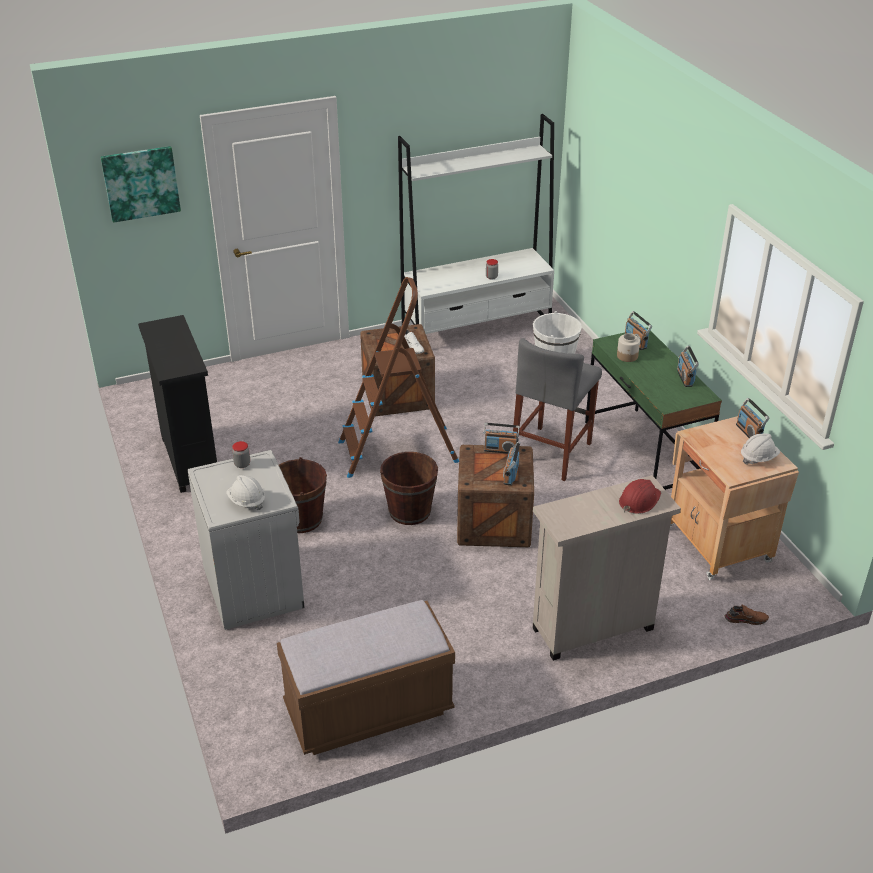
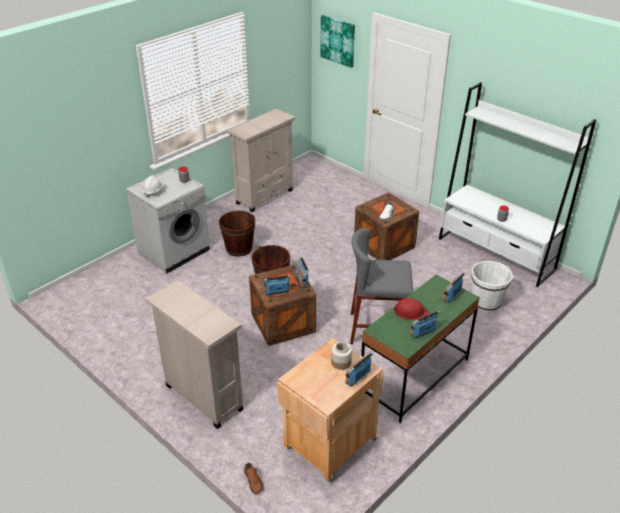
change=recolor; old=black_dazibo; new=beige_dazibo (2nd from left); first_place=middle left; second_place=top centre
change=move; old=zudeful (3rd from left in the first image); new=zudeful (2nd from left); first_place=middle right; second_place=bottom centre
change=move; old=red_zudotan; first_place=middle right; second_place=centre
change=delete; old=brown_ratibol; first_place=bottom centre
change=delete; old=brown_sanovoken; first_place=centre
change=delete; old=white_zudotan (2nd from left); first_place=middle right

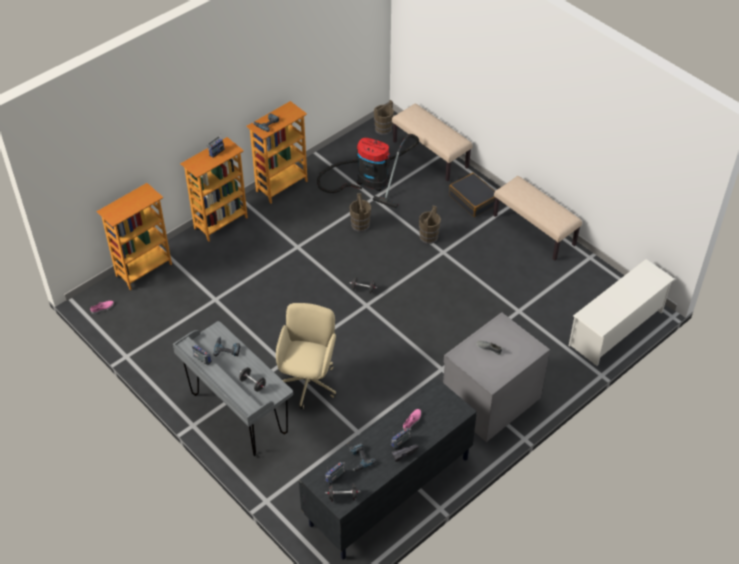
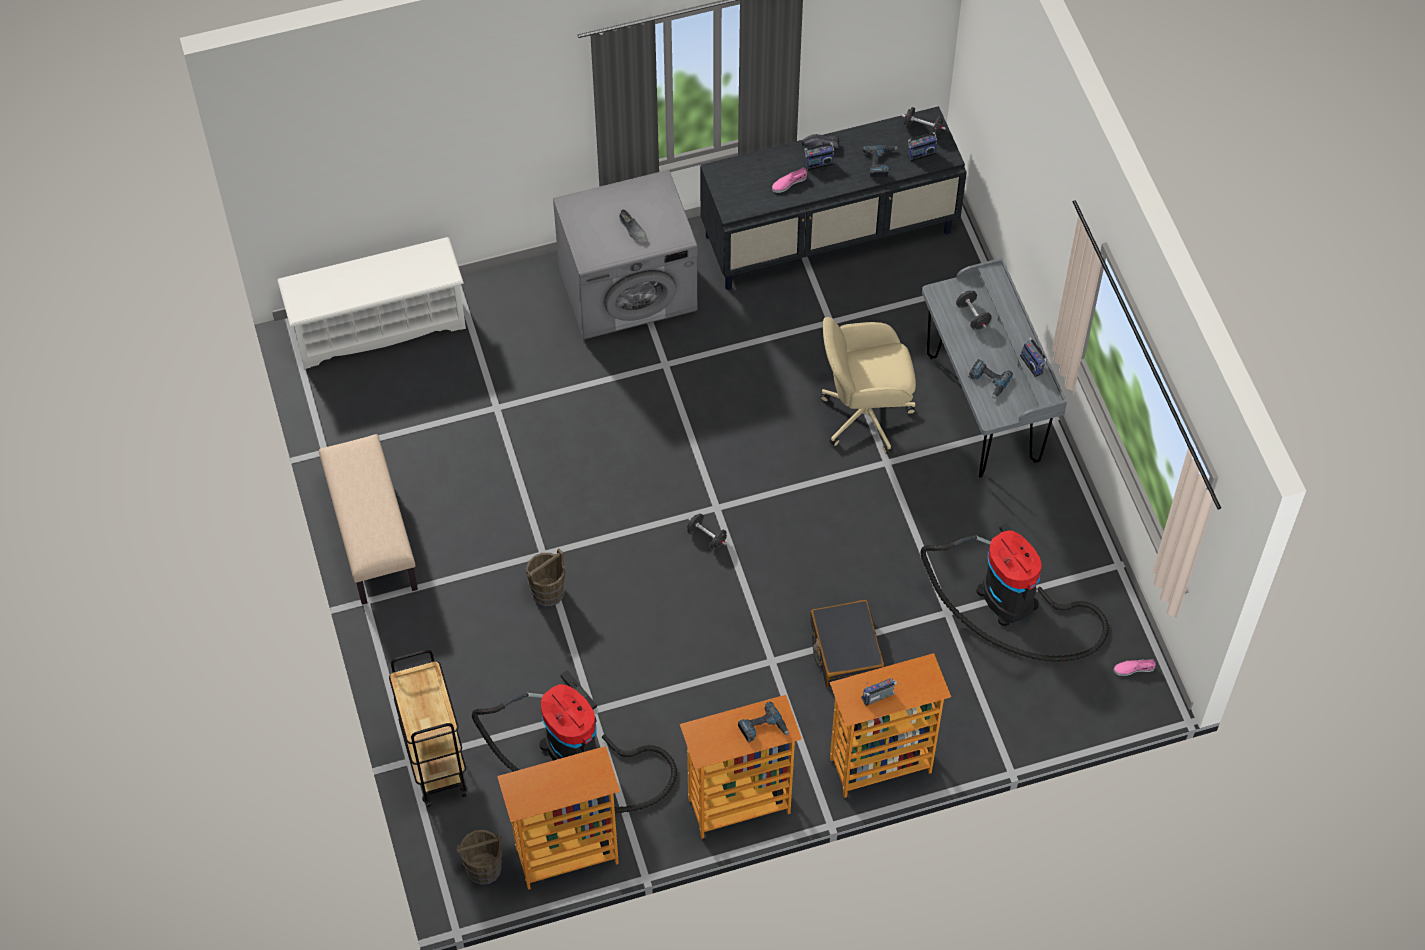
change=replace; old=beige_ratibol (1st from left); new=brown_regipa; first_place=top centre; second_place=bottom left
change=move; old=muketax (1st from left); first_place=middle left; second_place=bottom centre
change=move; old=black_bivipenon; first_place=centre; second_place=bottom centre
change=rotate; old=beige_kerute; first_place=centre; second_place=centre; degrees=45
change=insert; new=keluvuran (2nd from left); second_place=middle right
change=delete; old=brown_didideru (1st from left); first_place=centre

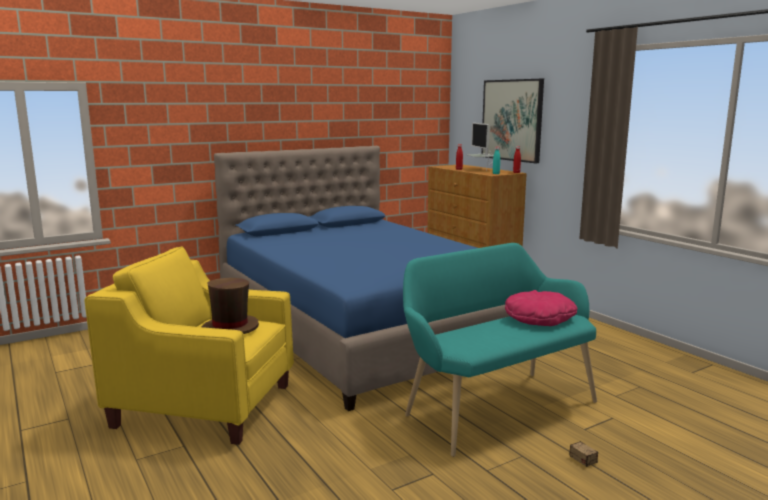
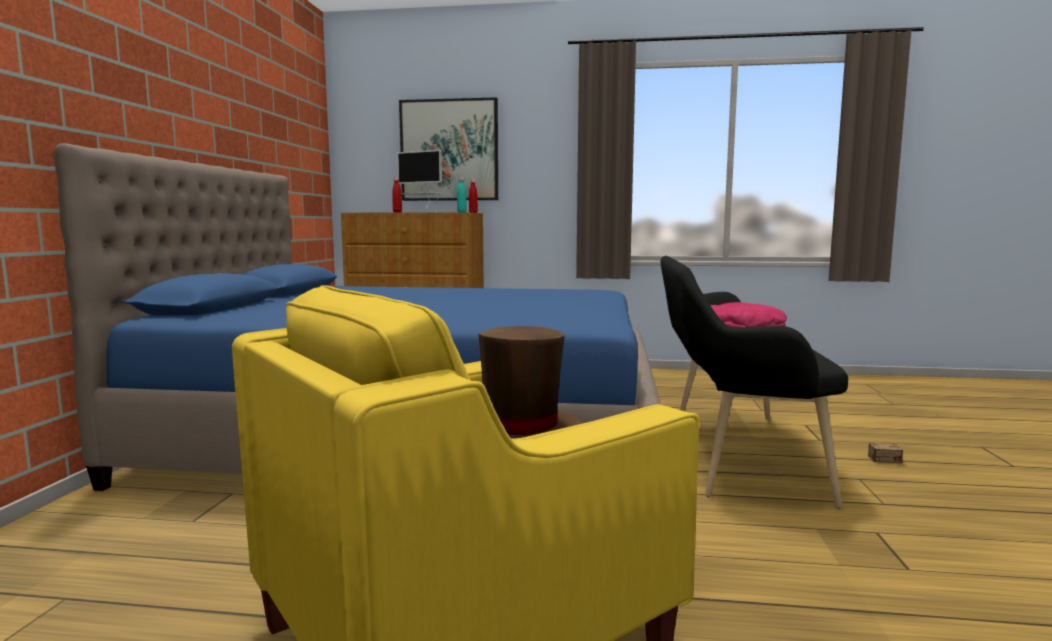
change=recolor; old=turquoise_ratibol; new=black_ratibol; first_place=bottom centre; second_place=middle right

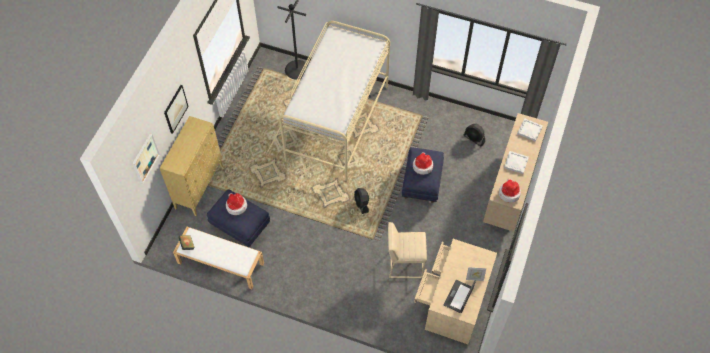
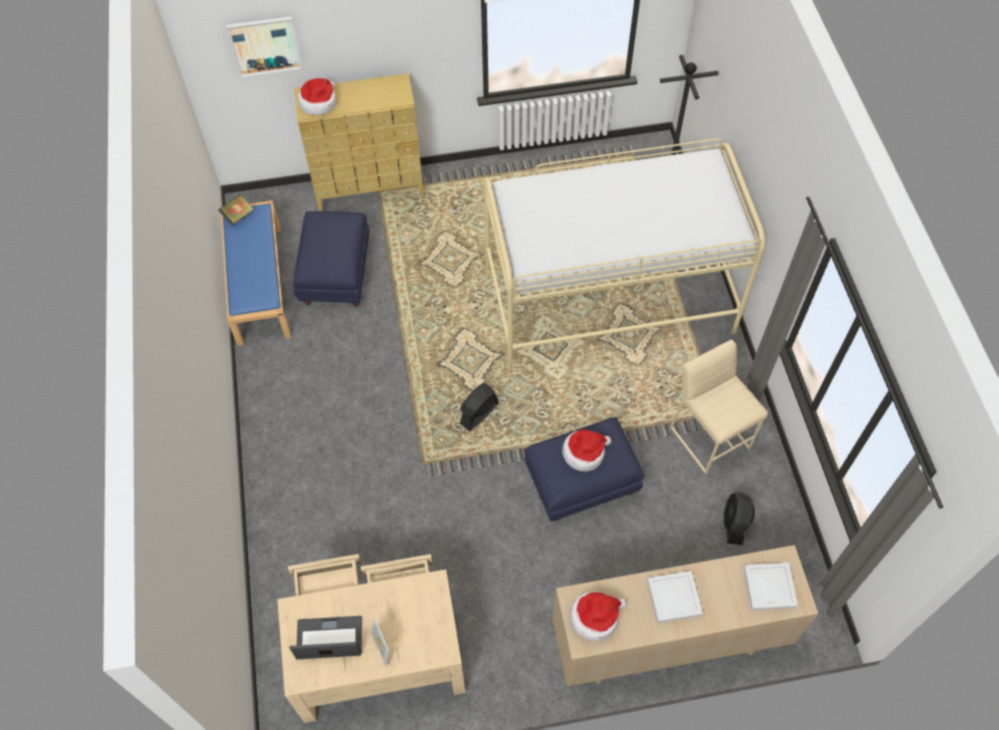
change=recolor; old=white_ratibol; new=blue_ratibol; first_place=bottom left; second_place=middle left
change=move; old=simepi (1st from left); first_place=middle left; second_place=top left
change=move; old=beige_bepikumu; first_place=bottom centre; second_place=middle right
change=delete; old=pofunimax (2nd from left); first_place=top left

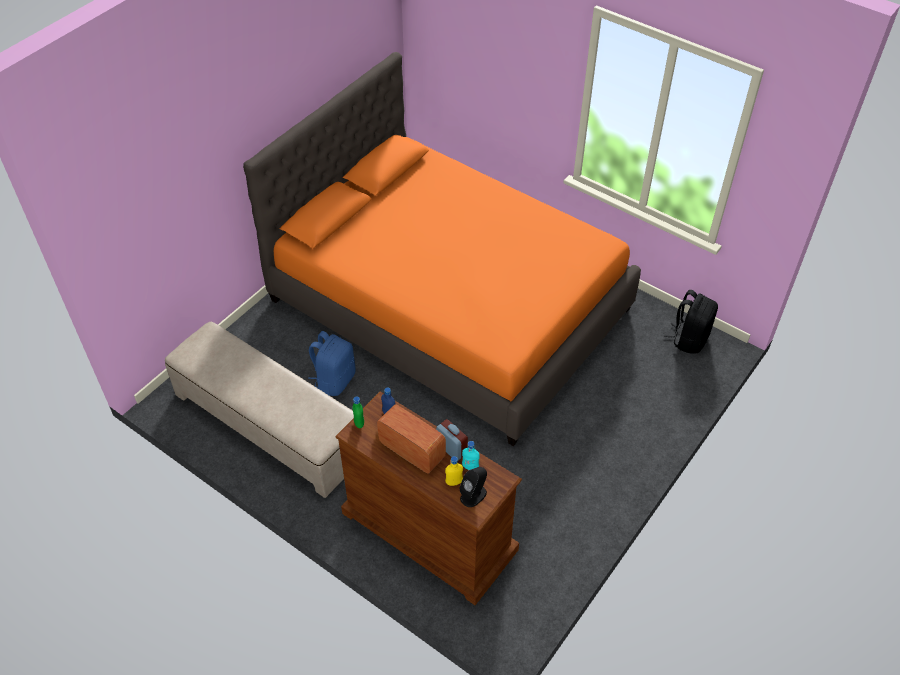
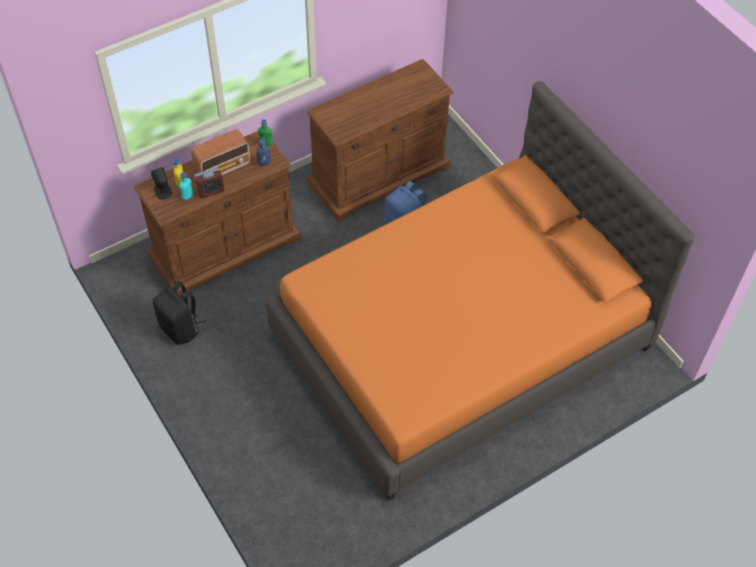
change=move; old=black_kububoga; first_place=middle right; second_place=middle left
change=replace; old=beige_ratibol; new=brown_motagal (2nd from left); first_place=middle left; second_place=top centre

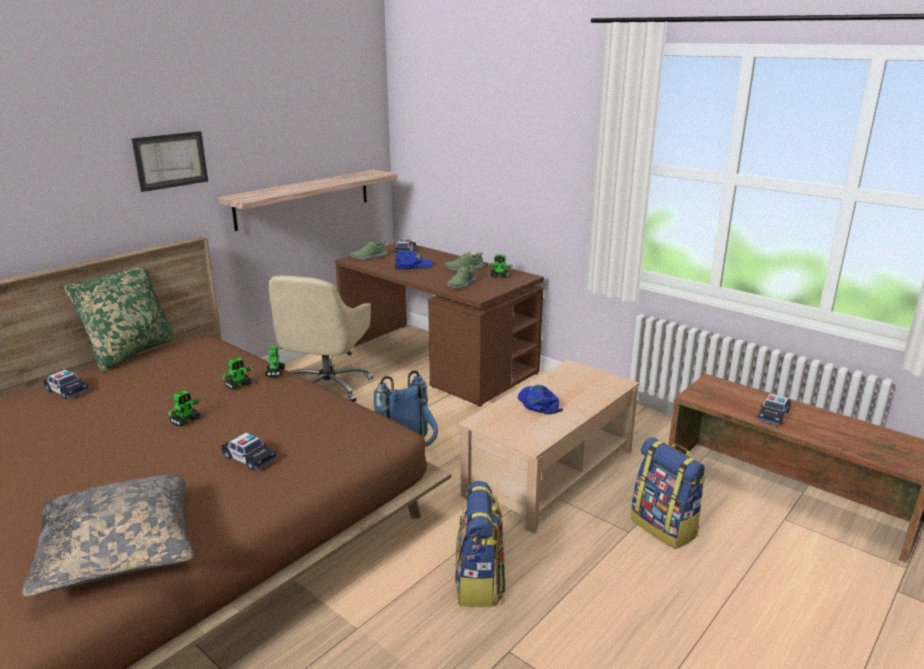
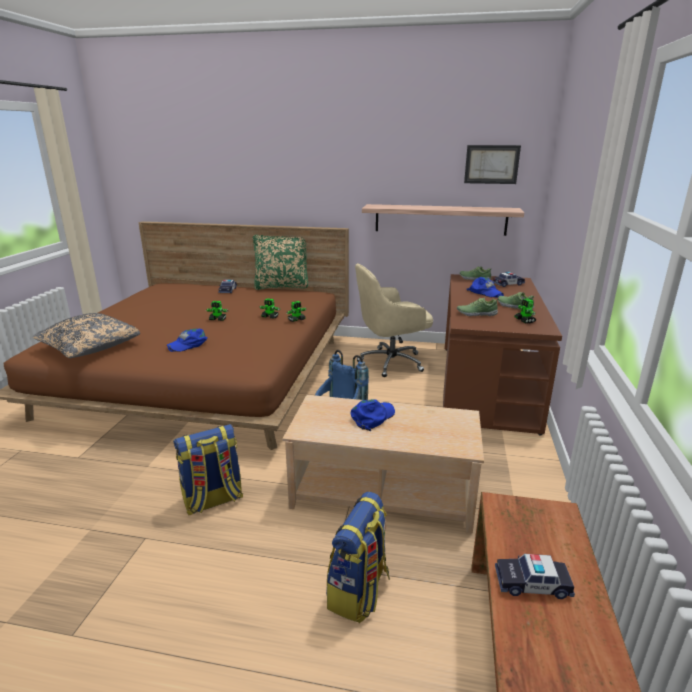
change=replace; old=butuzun (2nd from left); new=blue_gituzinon (1st from left); first_place=bottom left; second_place=middle left
change=move; old=pofunimax; first_place=top left; second_place=top right

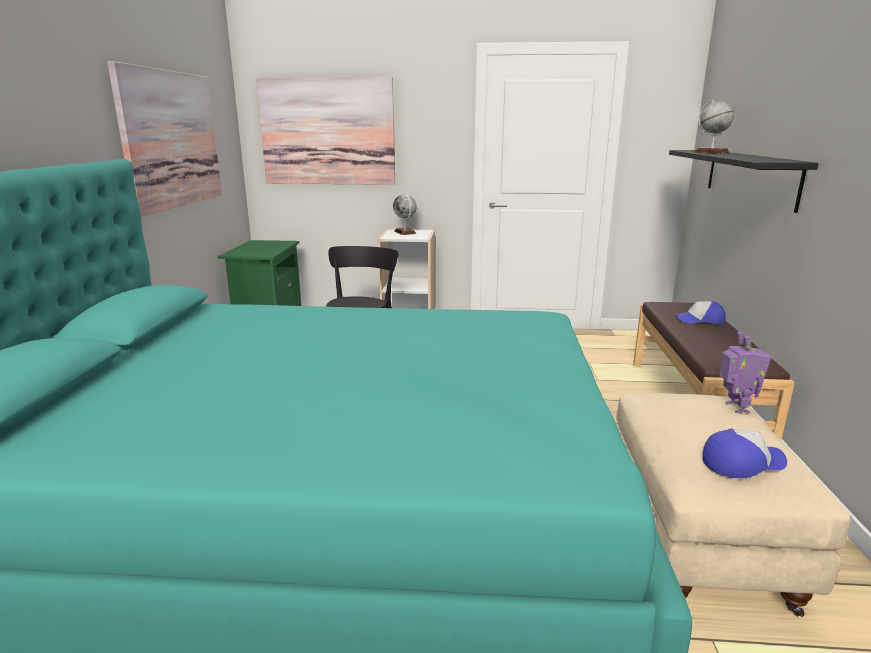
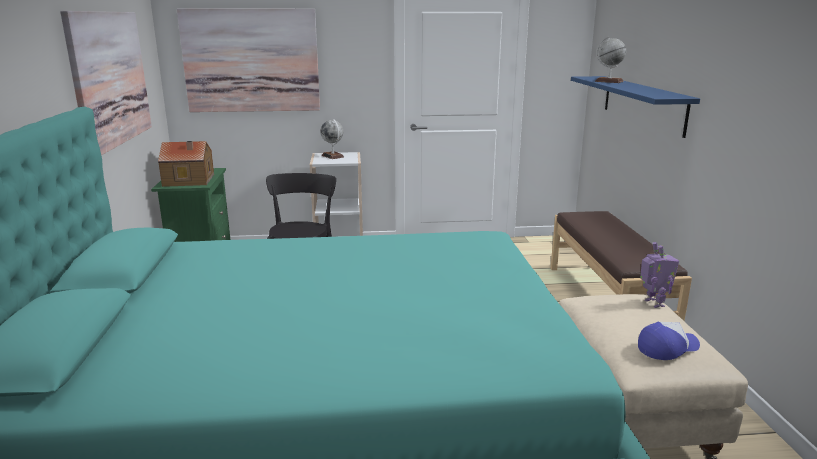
change=insert; new=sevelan; second_place=middle left
change=recolor; old=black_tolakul; new=blue_tolakul; first_place=top right; second_place=top right
change=delete; old=gituzinon (1st from left); first_place=middle right

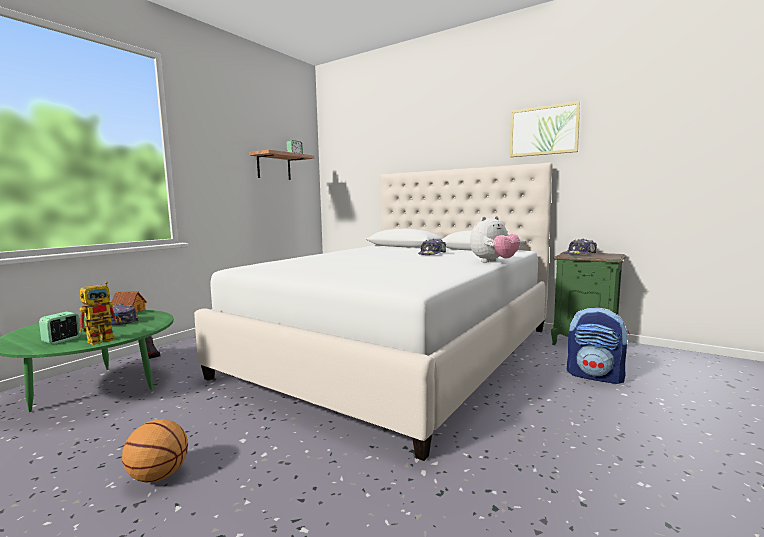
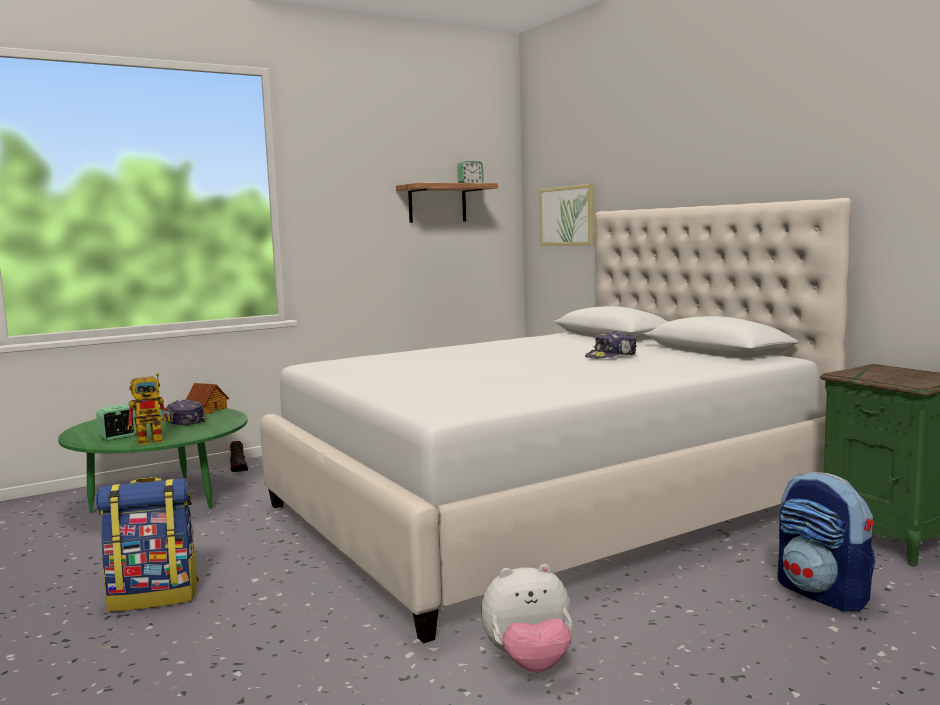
change=replace; old=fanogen; new=kububoga (1st from left); first_place=bottom left; second_place=bottom left
change=move; old=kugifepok; first_place=centre; second_place=bottom centre
change=move; old=pofunimax; first_place=top right; second_place=top centre
change=delete; old=gituzinon (3rd from left); first_place=middle right

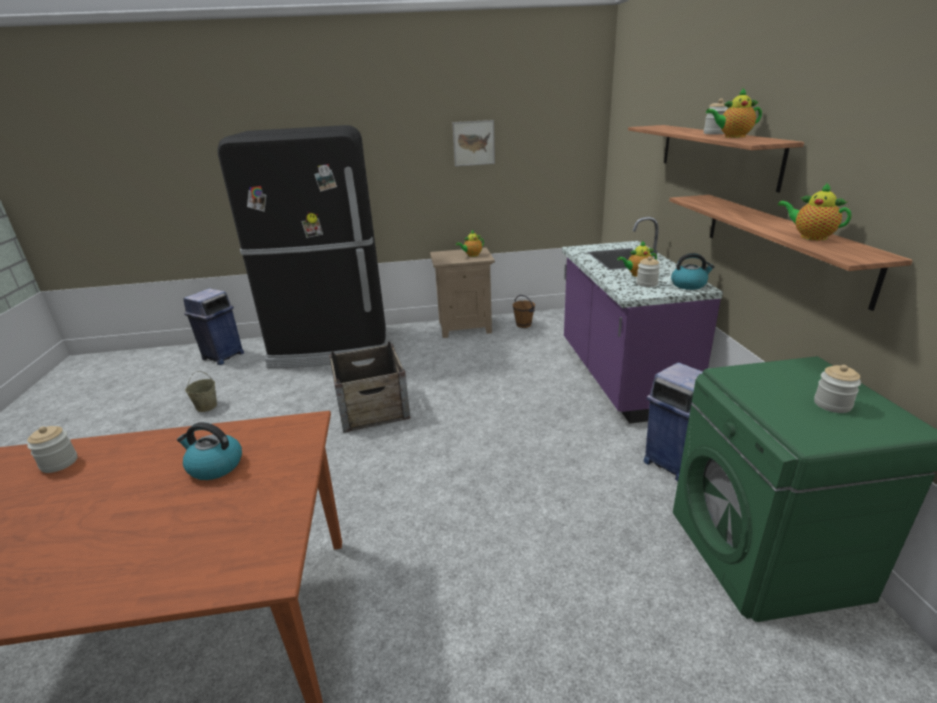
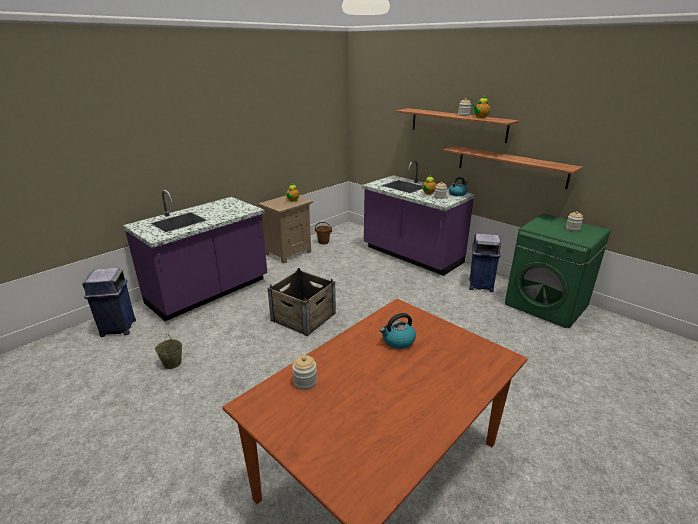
change=replace; old=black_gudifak; new=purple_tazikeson (1st from left); first_place=middle left; second_place=middle left
change=delete; old=pofunimax; first_place=top centre
change=delete; old=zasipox (4th from left); first_place=top right

